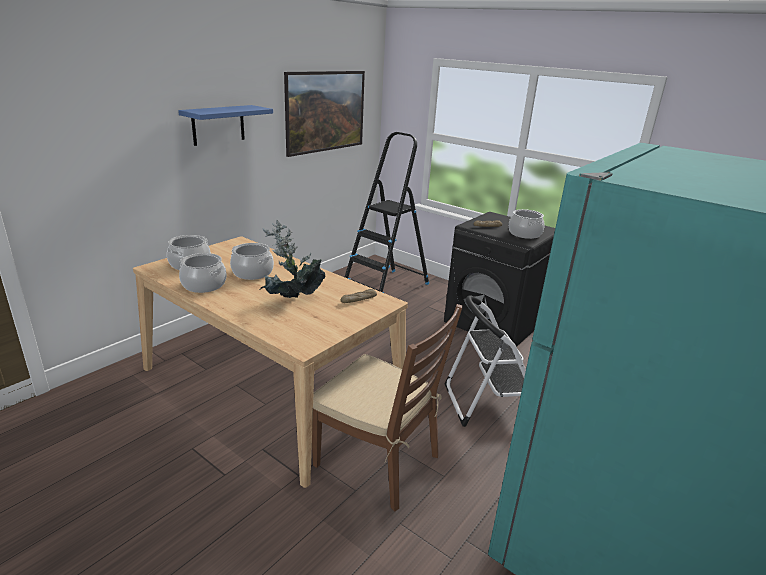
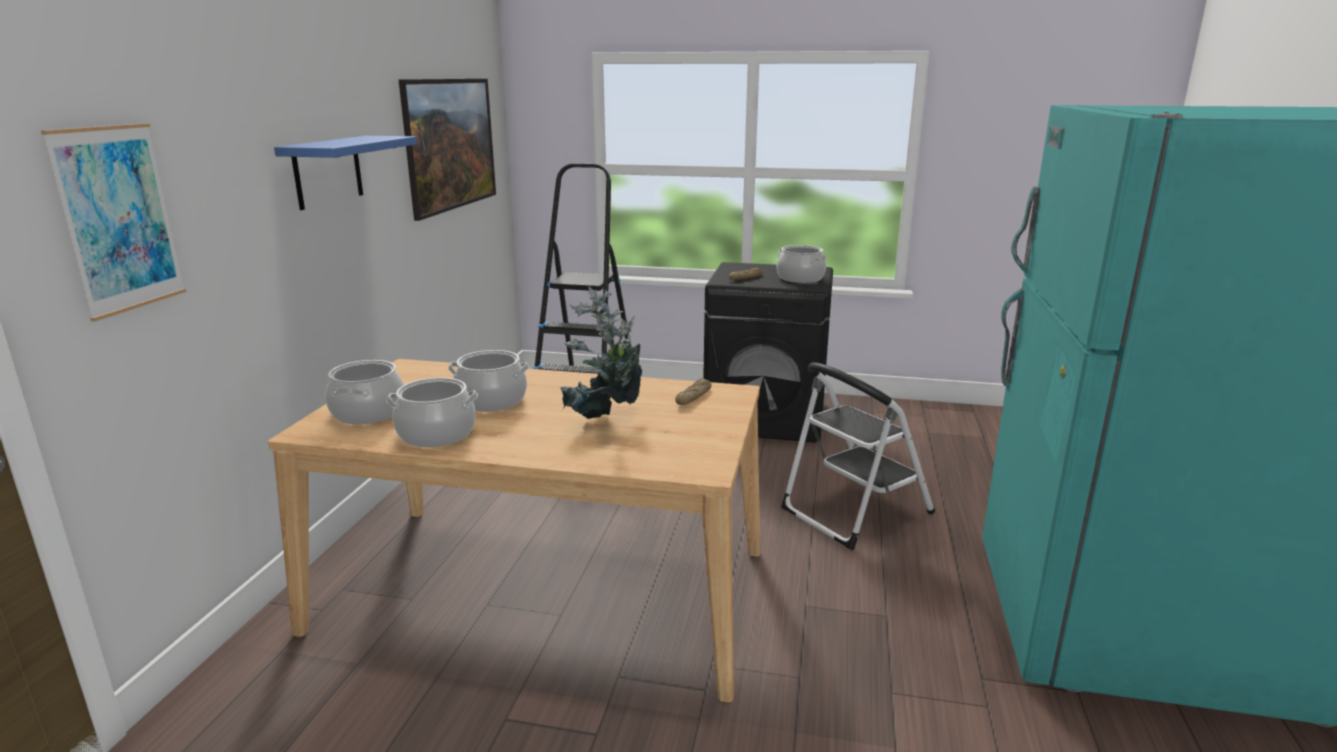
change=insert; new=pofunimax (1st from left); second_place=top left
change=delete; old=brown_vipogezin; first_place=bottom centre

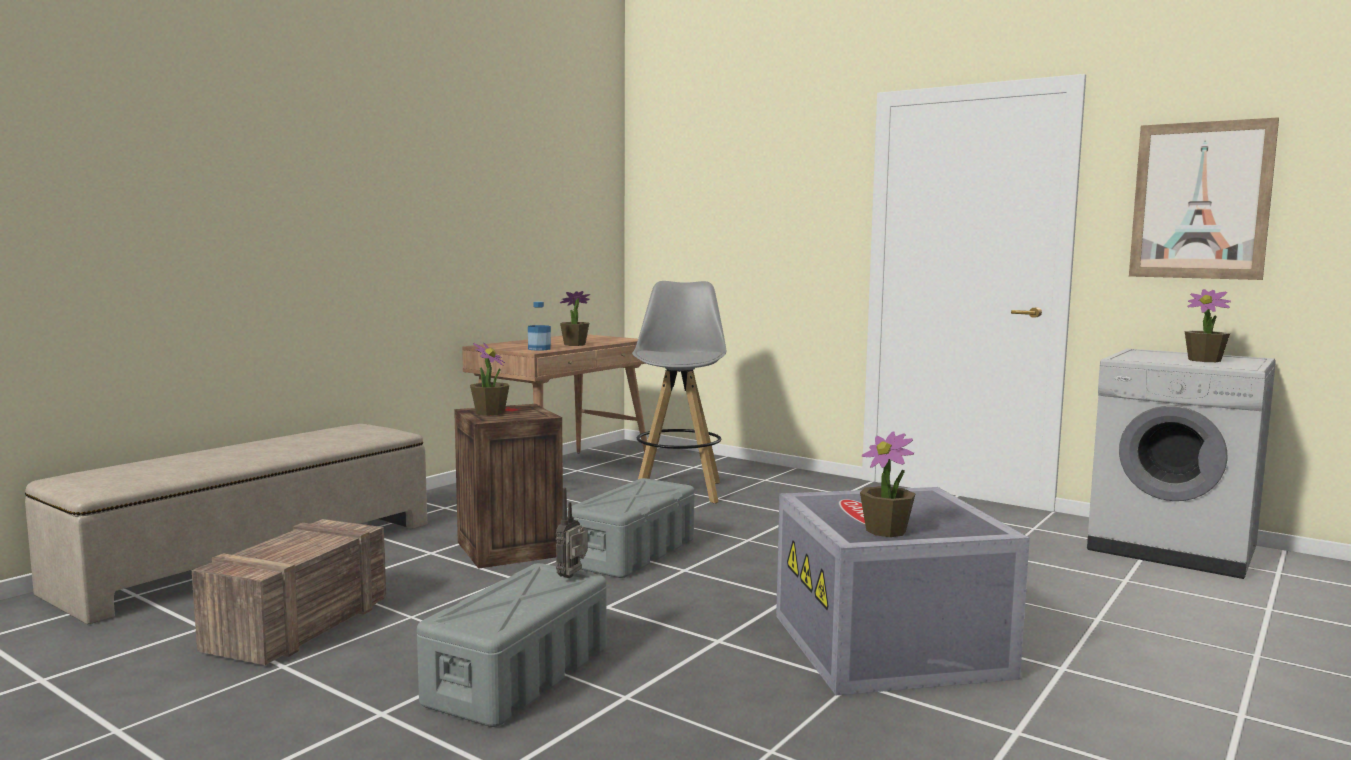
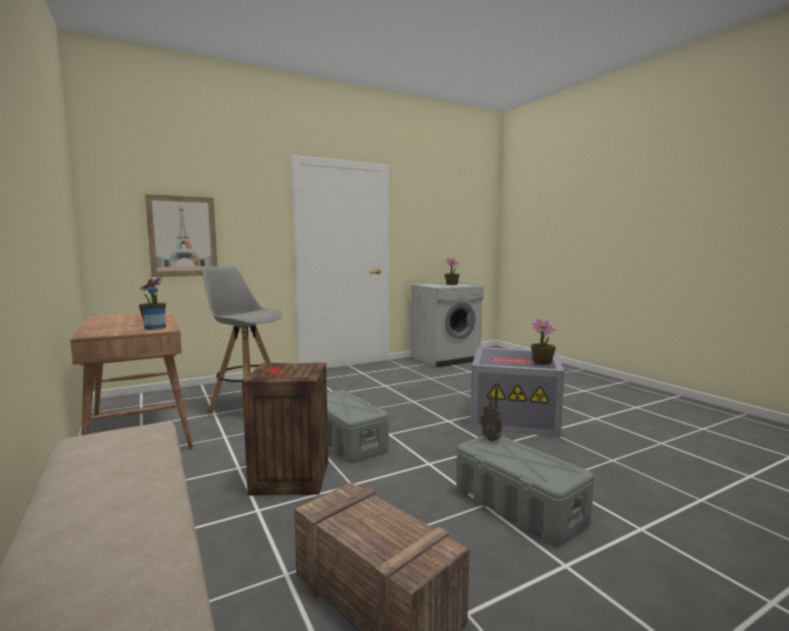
change=move; old=pofunimax; first_place=top right; second_place=middle left
change=delete; old=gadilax (1st from left); first_place=centre

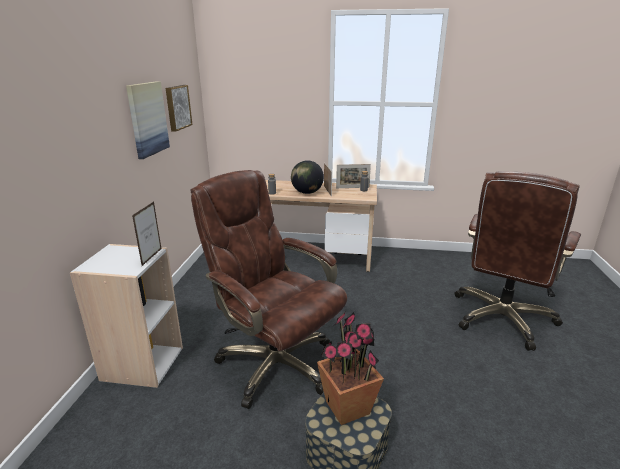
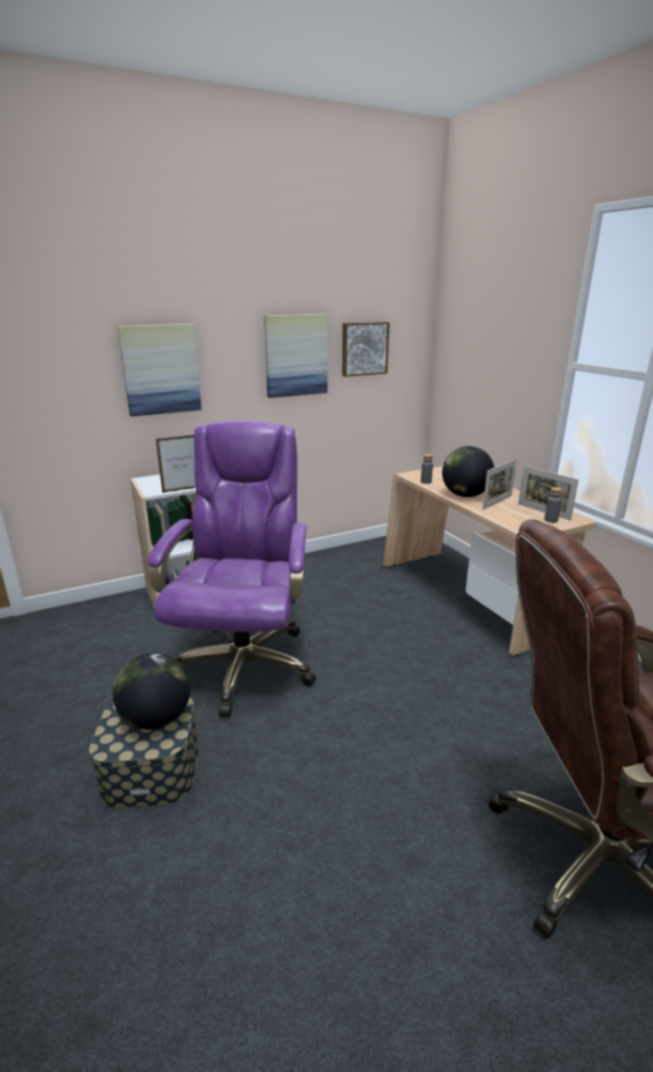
change=replace; old=gadilax; new=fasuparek (1st from left); first_place=bottom centre; second_place=middle left
change=insert; new=pofunimax (1st from left); second_place=middle left
change=recolor; old=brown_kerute (1st from left); new=purple_kerute; first_place=centre; second_place=centre

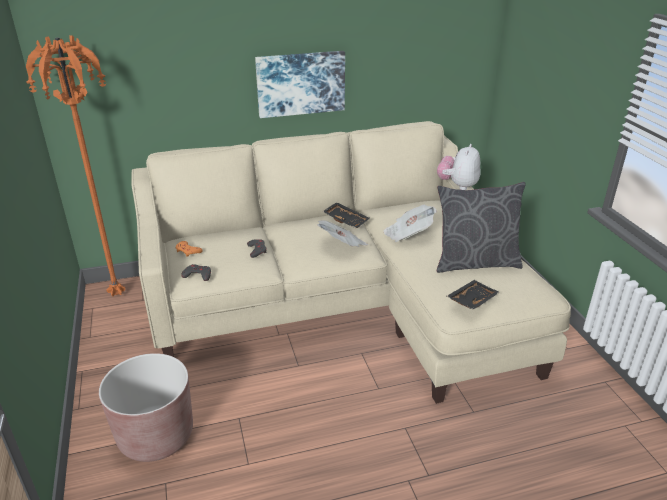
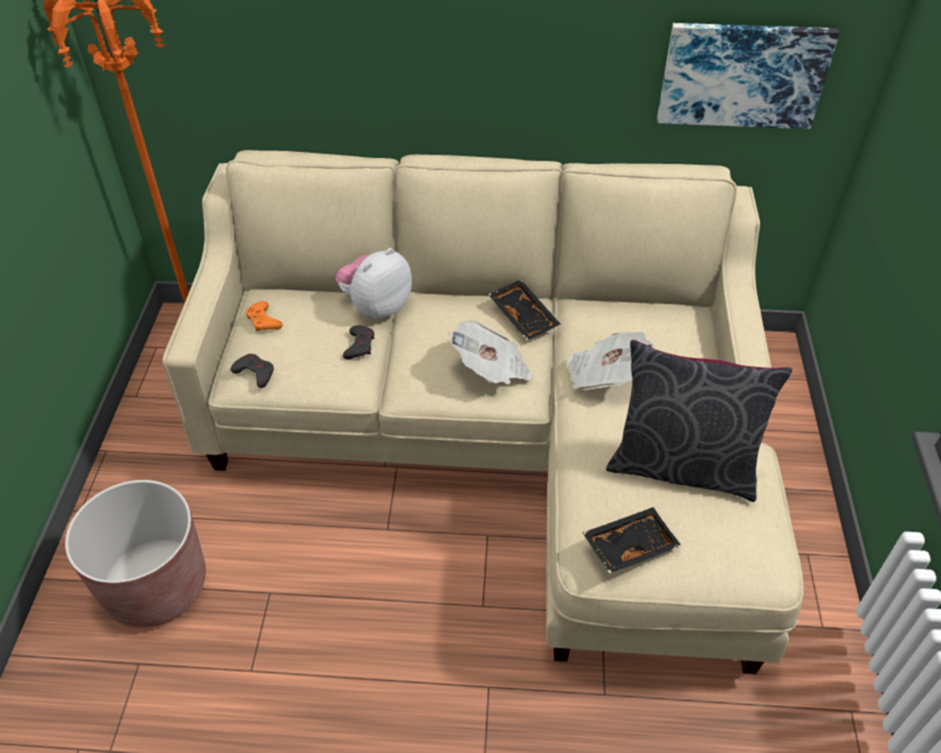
change=move; old=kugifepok; first_place=middle right; second_place=centre
change=move; old=pofunimax; first_place=top centre; second_place=top right

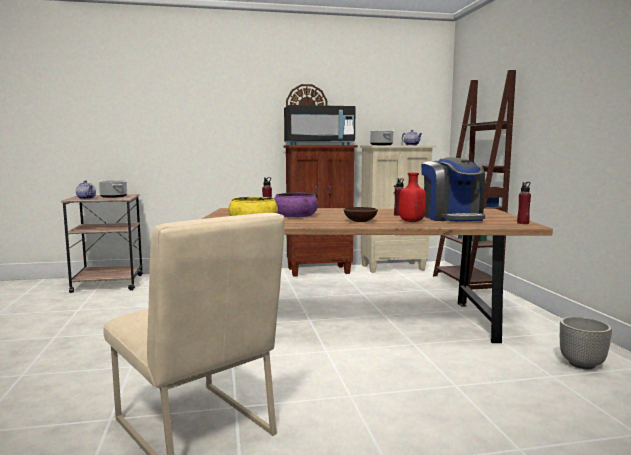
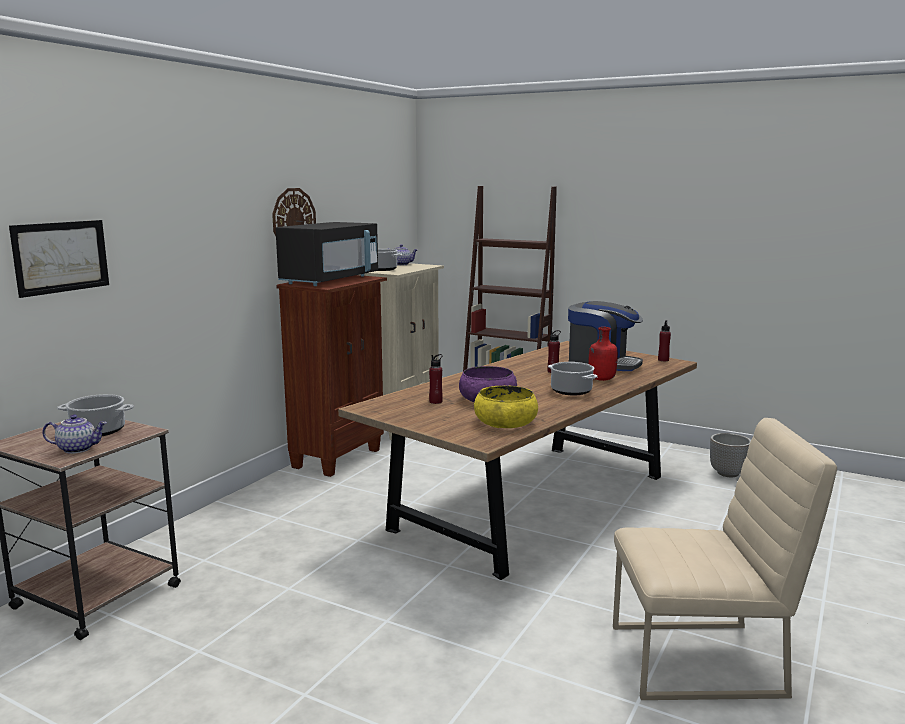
change=insert; new=pofunimax; second_place=middle left
change=replace; old=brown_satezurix; new=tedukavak (3rd from left); first_place=centre; second_place=centre

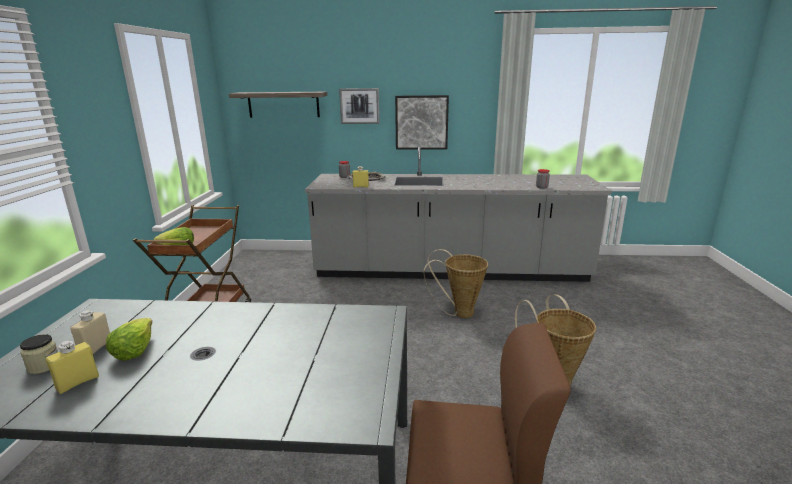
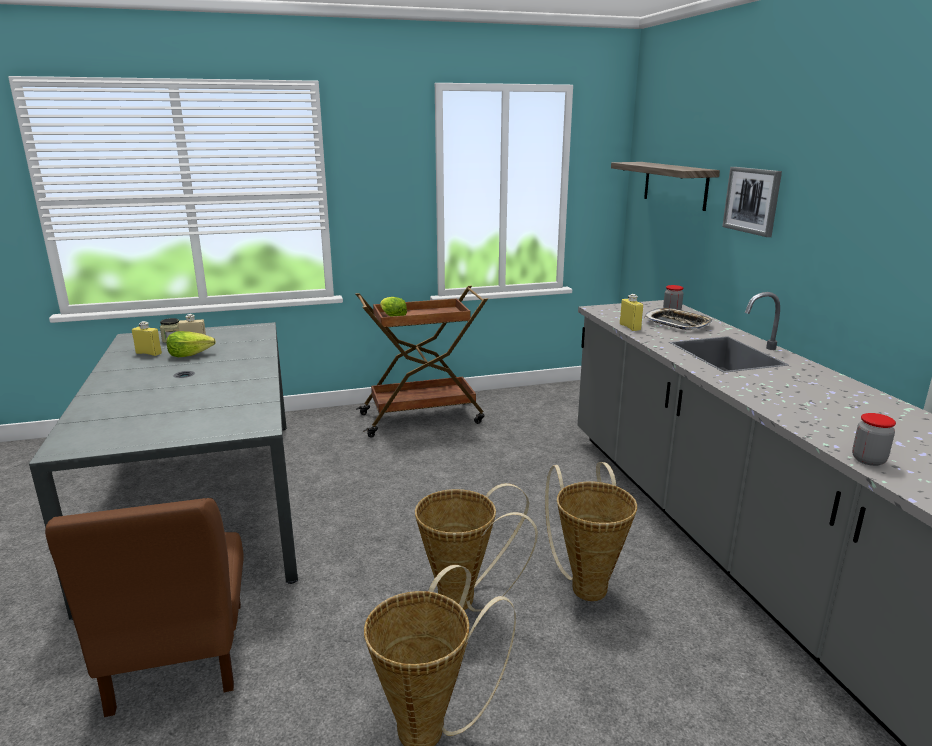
change=insert; new=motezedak (2nd from left); second_place=bottom centre
change=delete; old=pofunimax (2nd from left); first_place=top centre

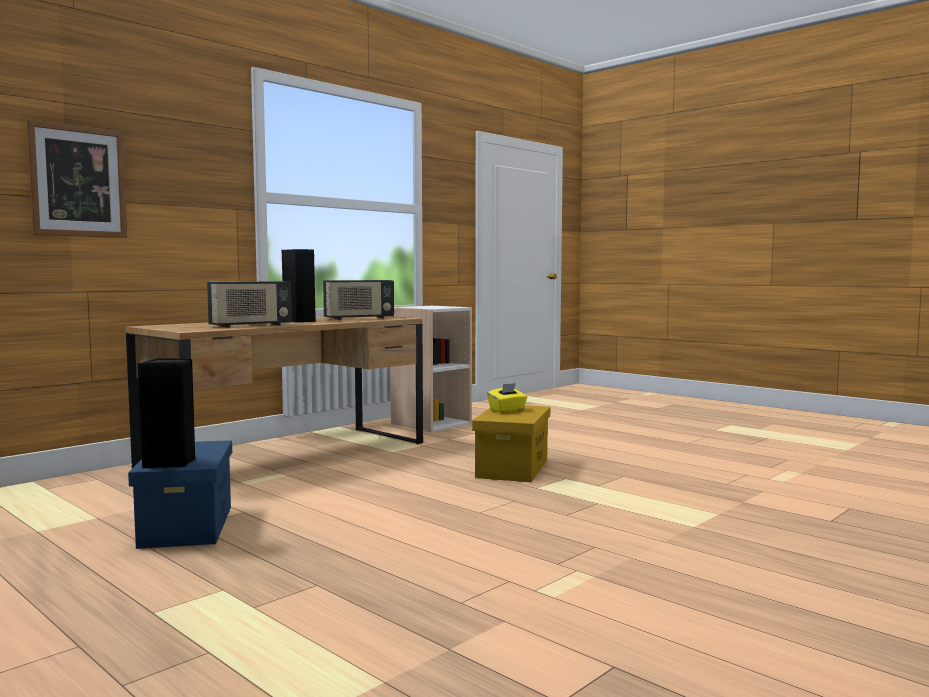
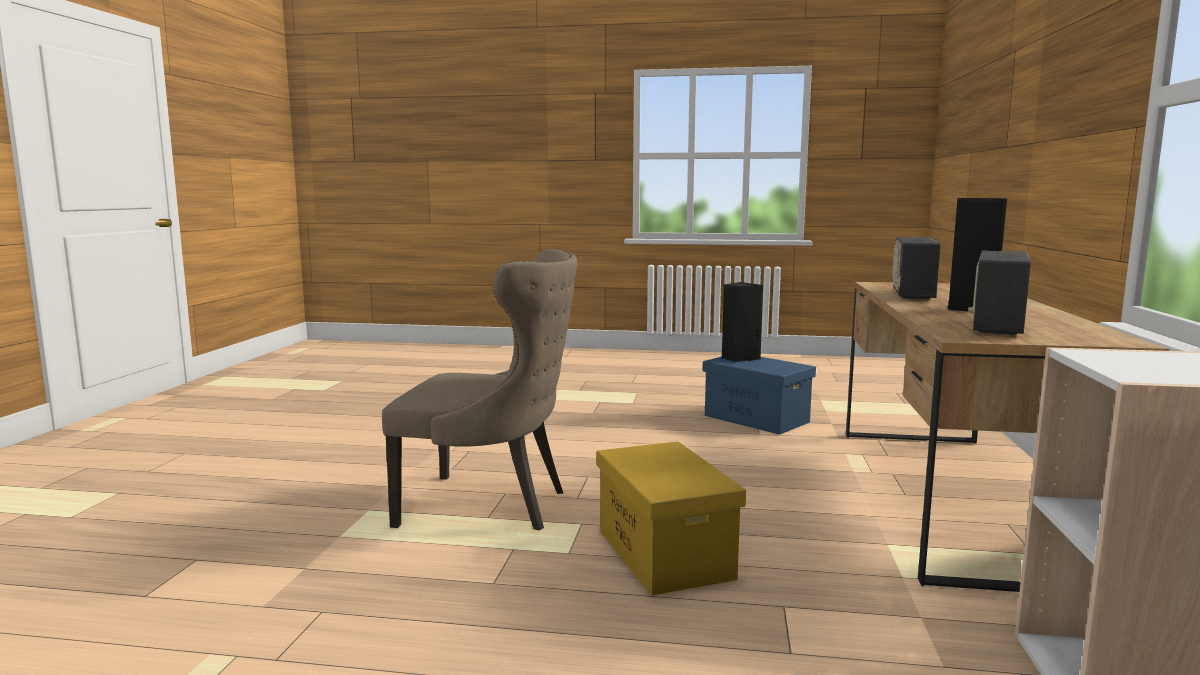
change=insert; new=beige_vipogezin; second_place=centre
change=delete; old=pofunimax; first_place=top left
change=delete; old=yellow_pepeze; first_place=centre

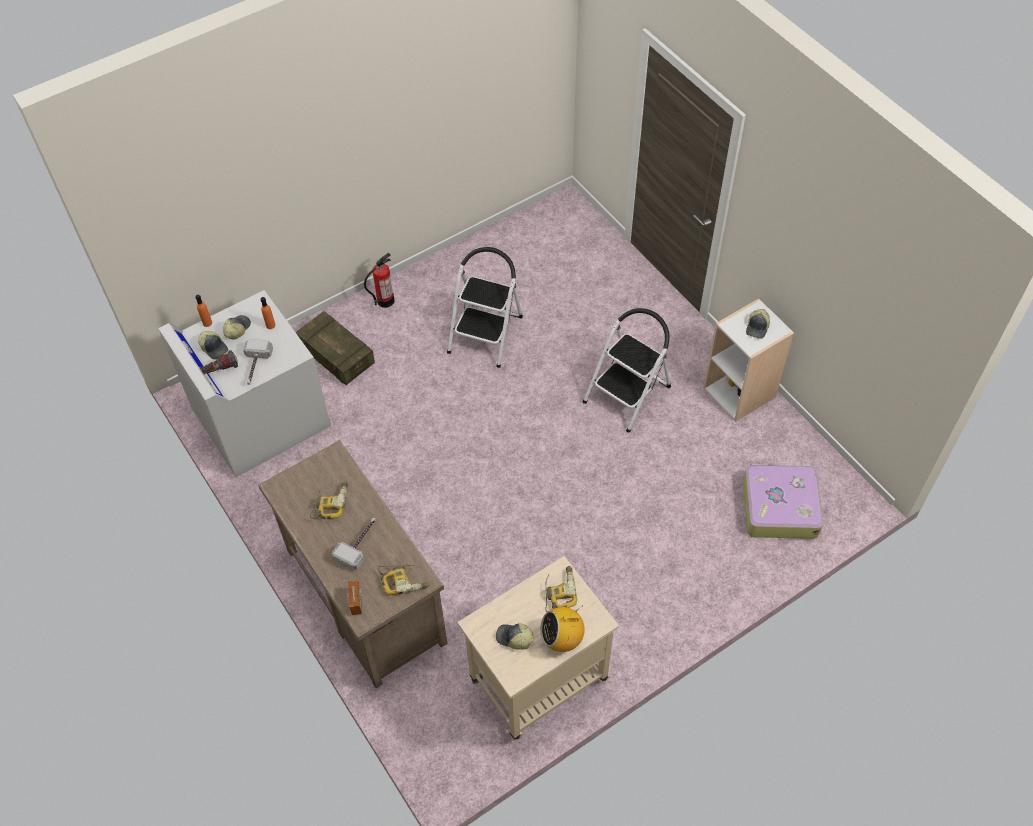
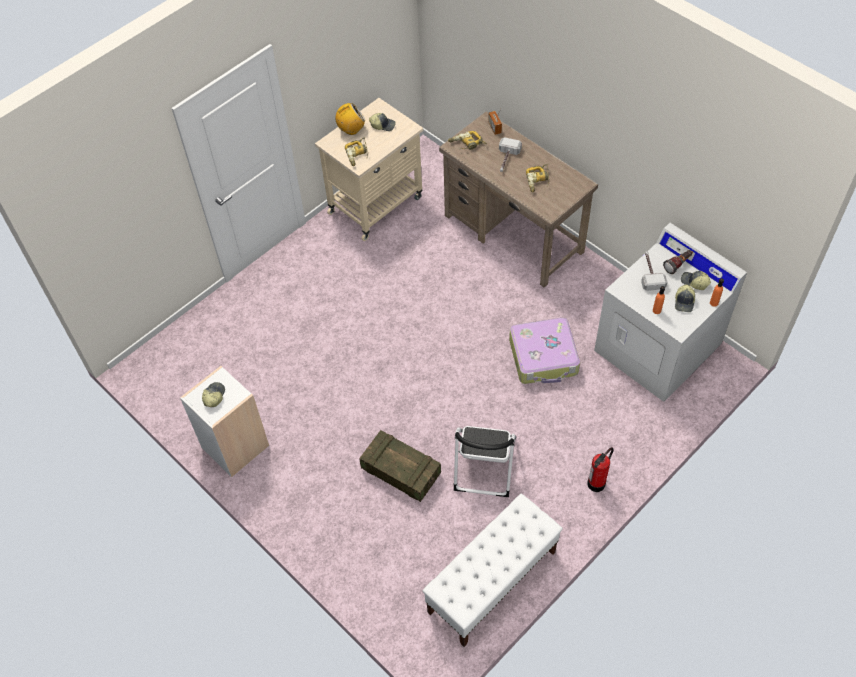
change=move; old=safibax; first_place=middle left; second_place=bottom centre
change=insert; new=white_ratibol; second_place=bottom centre
change=move; old=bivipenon; first_place=middle right; second_place=centre
change=delete; old=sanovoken (2nd from left); first_place=centre

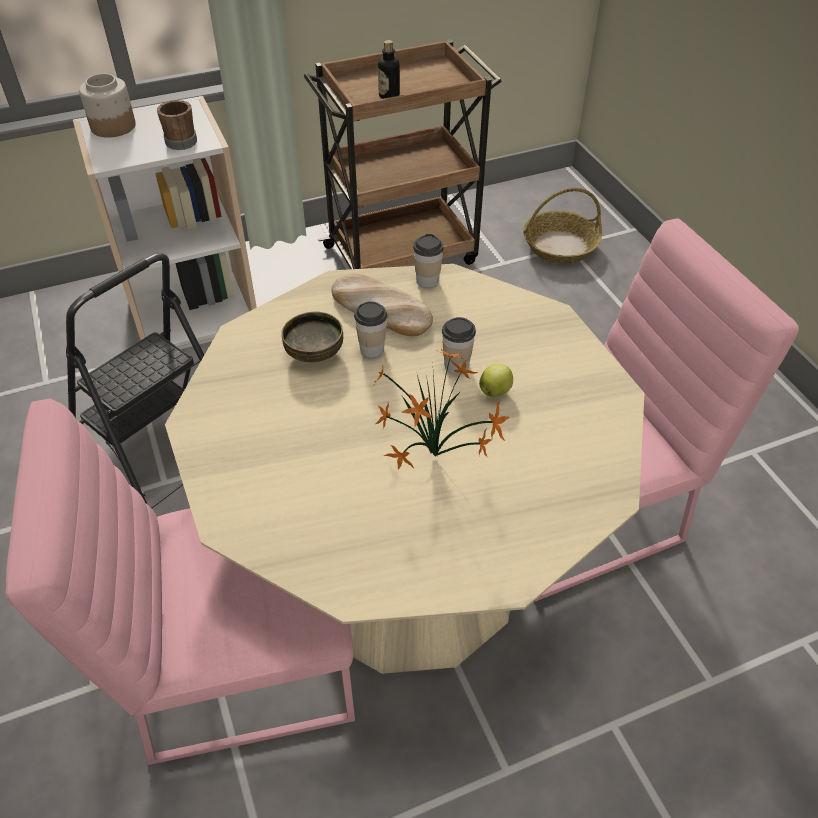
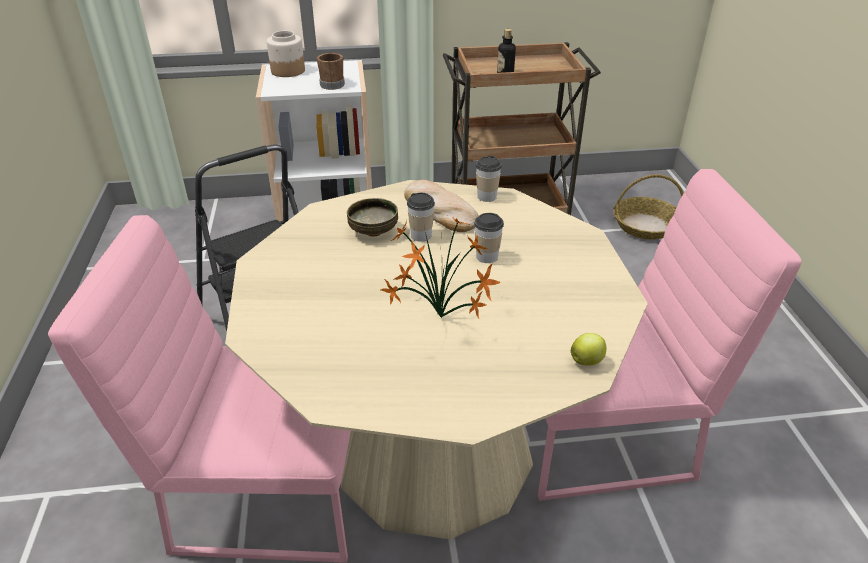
change=move; old=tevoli; first_place=centre; second_place=middle right

